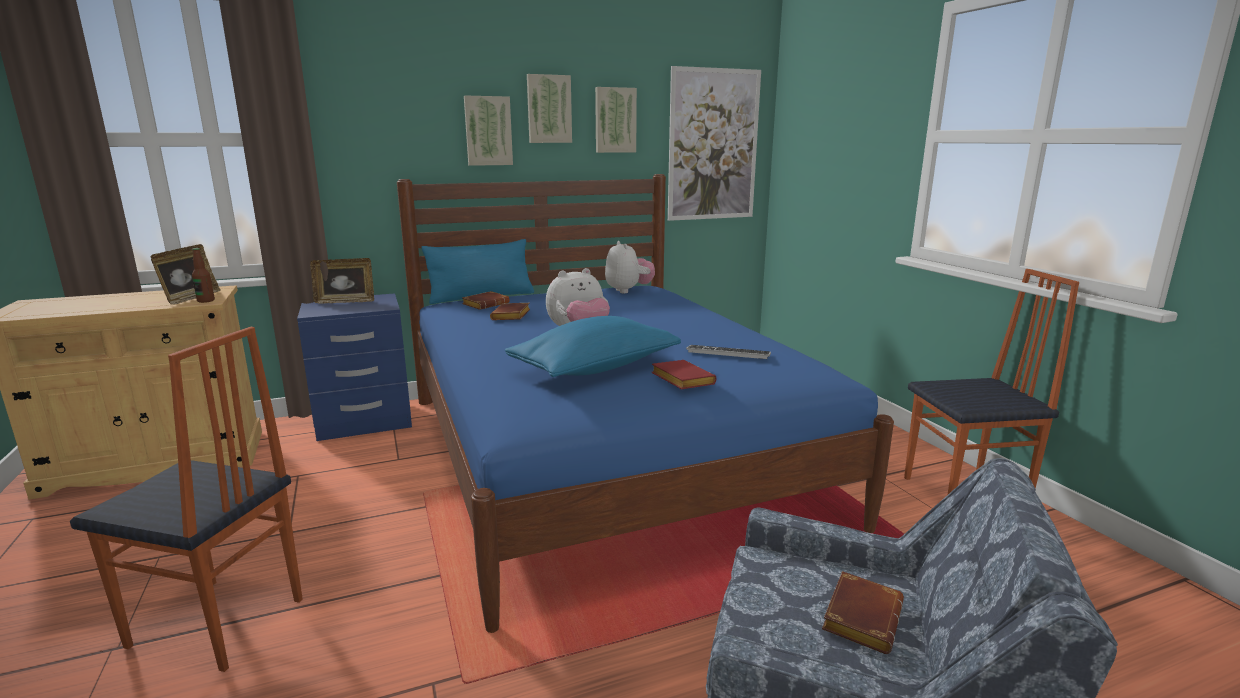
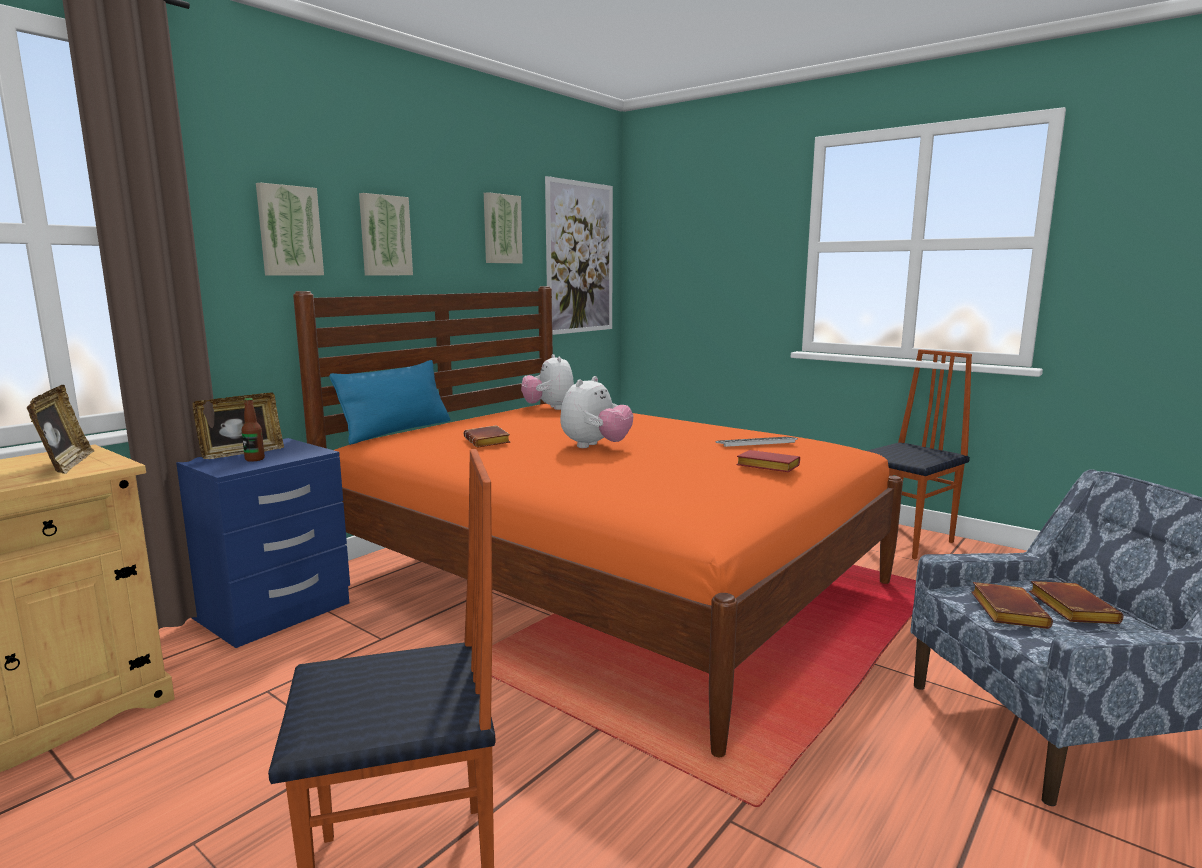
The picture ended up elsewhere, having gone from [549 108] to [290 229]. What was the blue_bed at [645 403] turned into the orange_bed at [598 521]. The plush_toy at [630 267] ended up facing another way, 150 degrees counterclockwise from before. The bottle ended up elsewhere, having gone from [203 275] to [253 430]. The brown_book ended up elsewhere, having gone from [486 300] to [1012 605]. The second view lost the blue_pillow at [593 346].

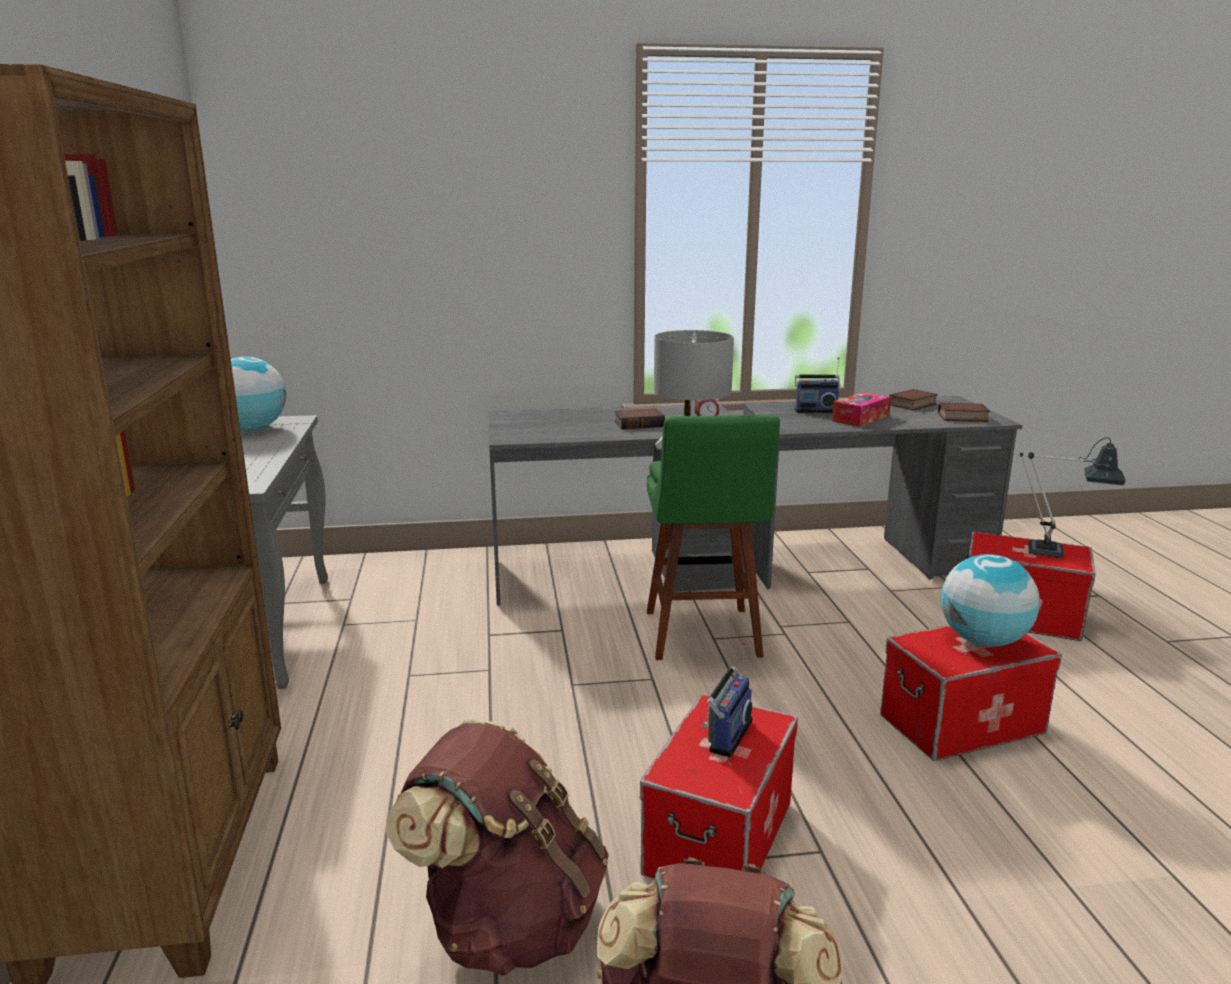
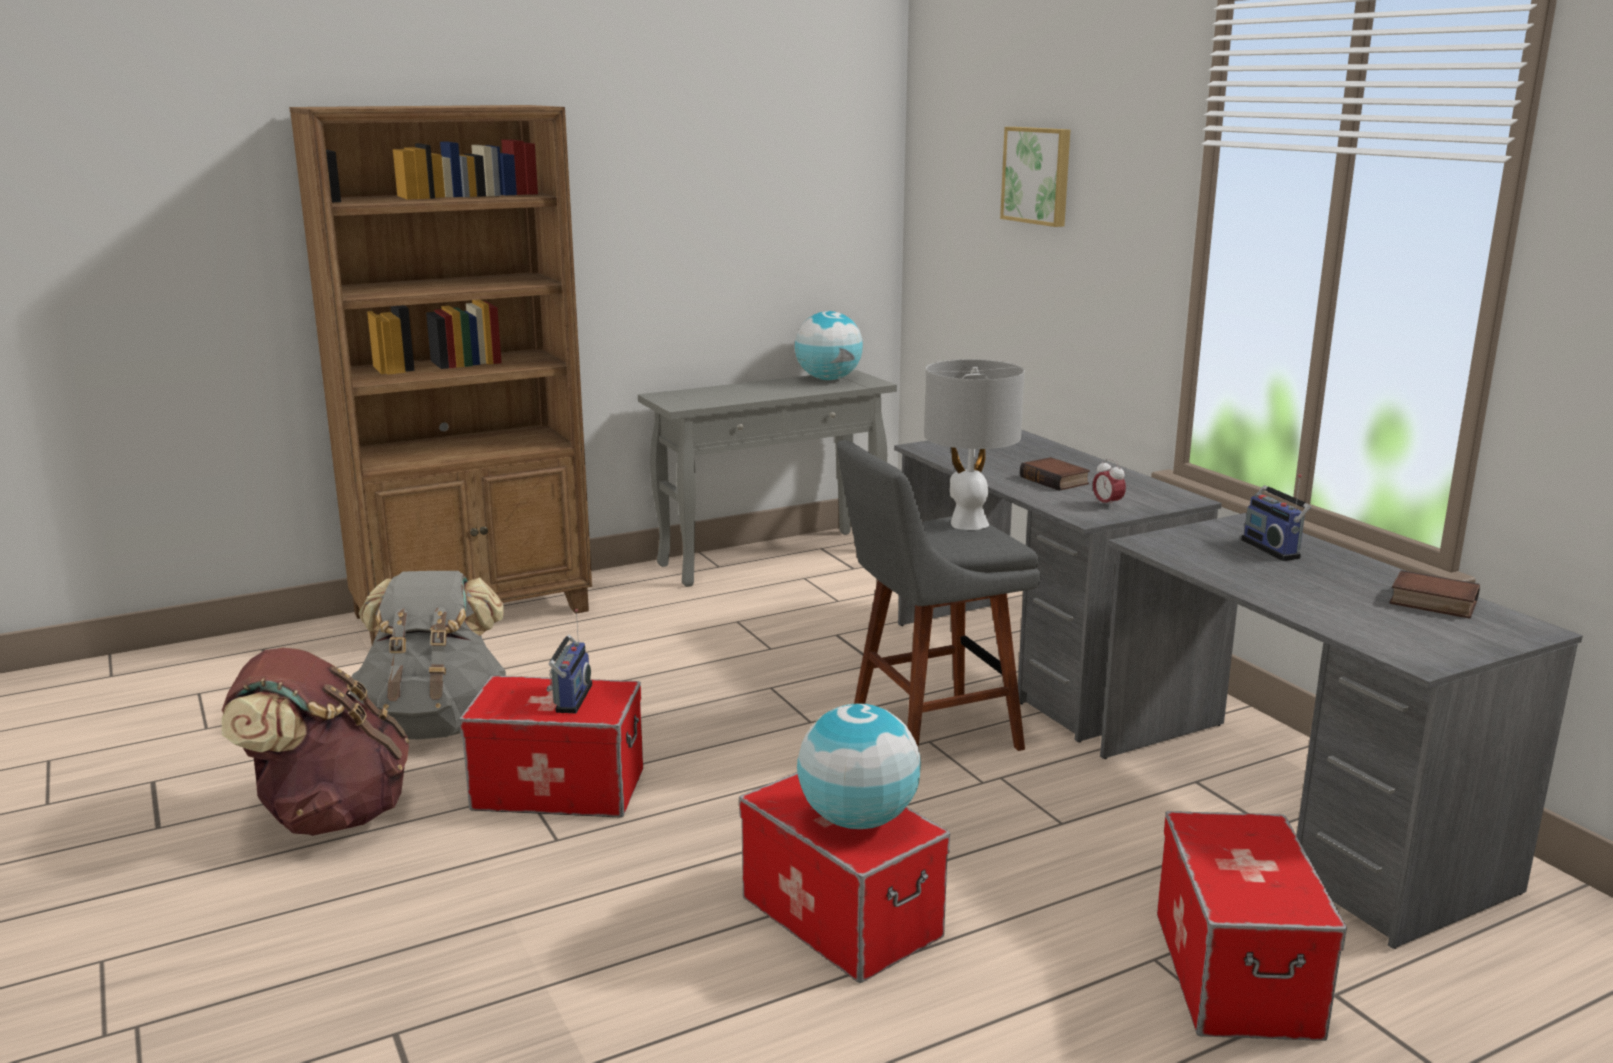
The second view lost the tissue_box at [861 409]. The second view lost the book at [964 412]. What was the green_stool at [713 537] turned into the grey_stool at [939 595]. The second view lost the table_lamp at [1073 497]. The radio at [727 700] ended up facing another way, 90 degrees counterclockwise from before. What was the brown_backpack at [497 848] turned into the grey_backpack at [428 655]. The second view gained the picture at [1035 177].

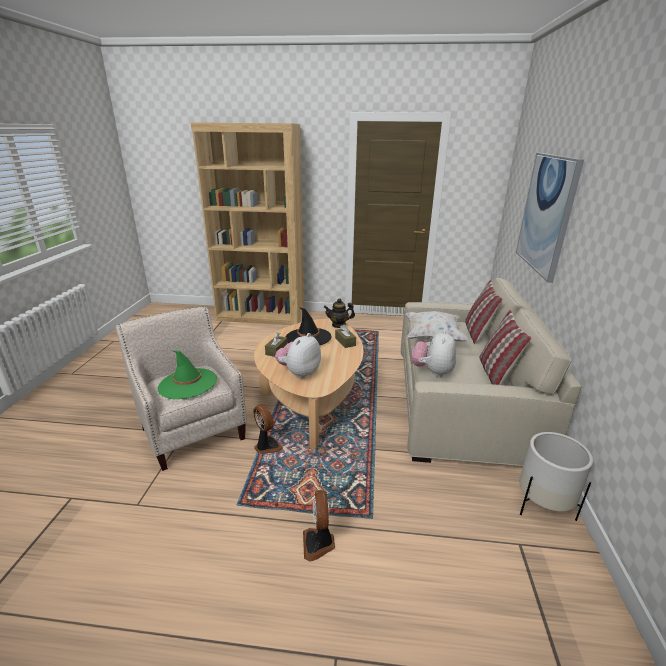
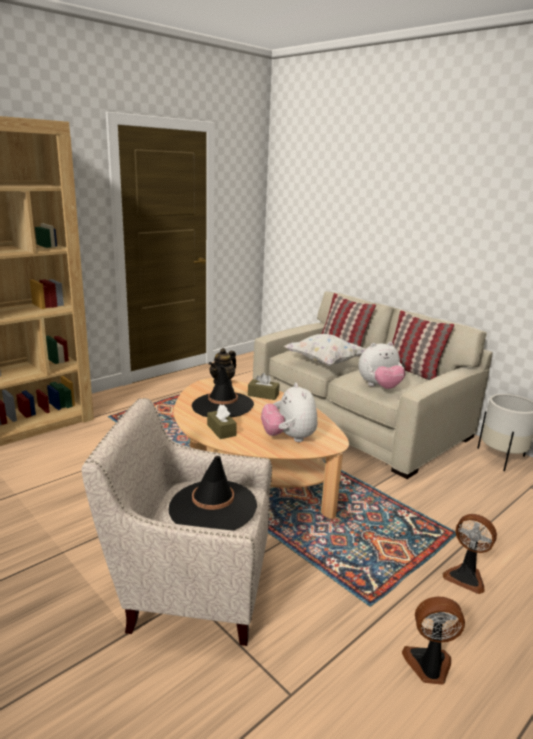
The second view lost the picture at [550 218]. The plush_toy at [434 353] ended up facing another way, 75 degrees counterclockwise from before. What was the green_hat at [187 374] turned into the black_hat at [212 493]. The fan ended up elsewhere, having gone from [268 429] to [433 641].

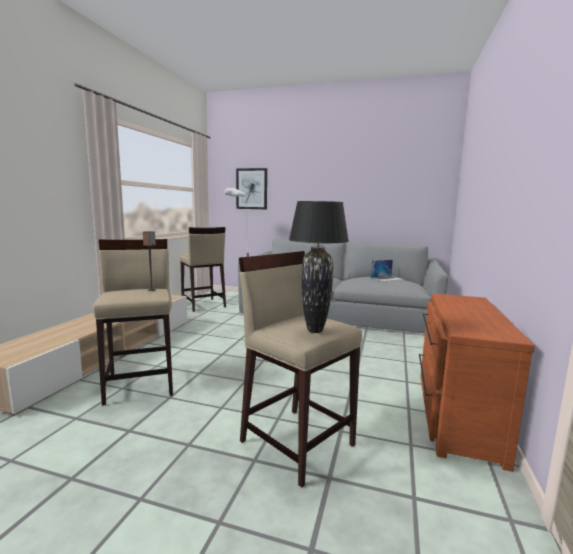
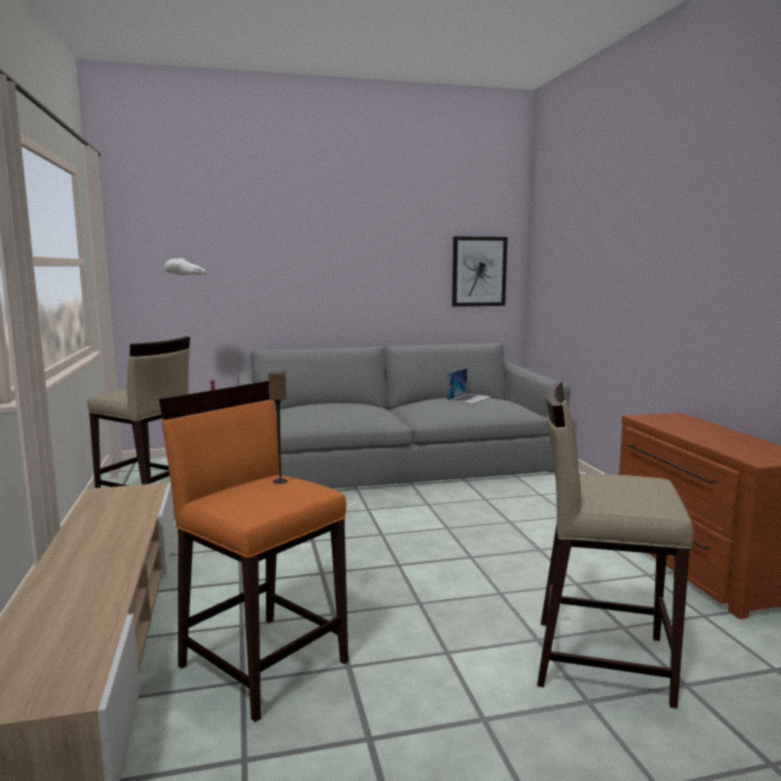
The picture ended up elsewhere, having gone from [251 188] to [480 271]. The second view lost the black_table_lamp at [319 267]. What was the beige_stool at [132 322] turned into the orange_stool at [253 551].

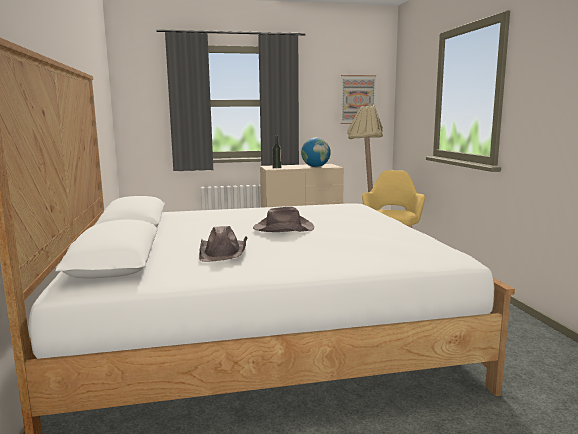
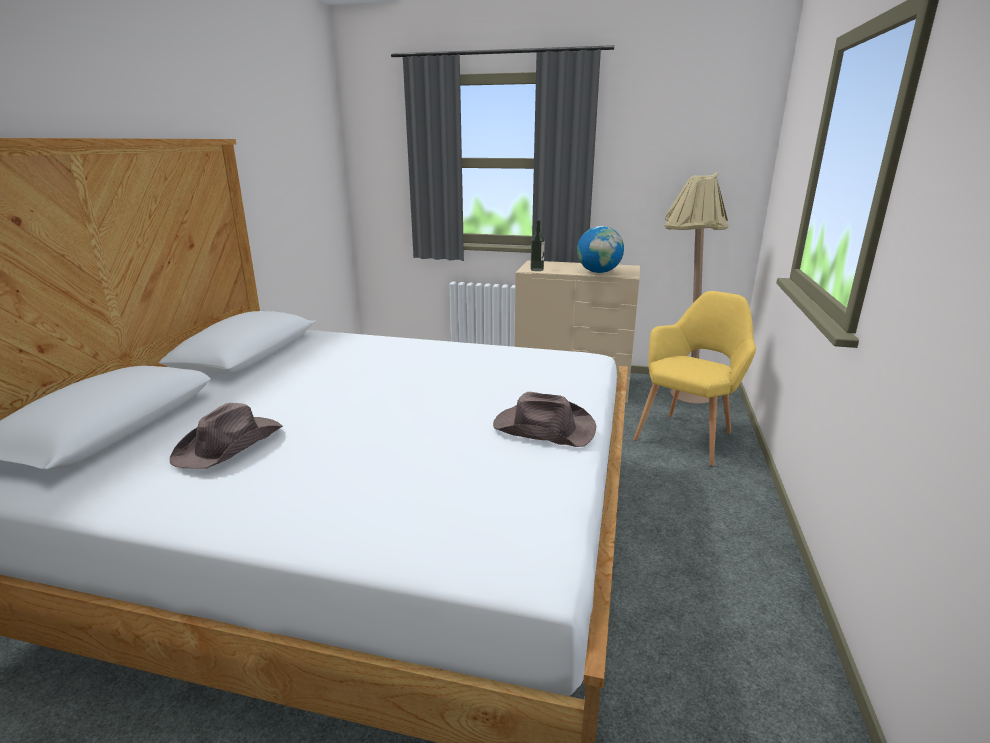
The second view lost the picture at [358 99]. The brown_hat ended up elsewhere, having gone from [283 219] to [544 419].

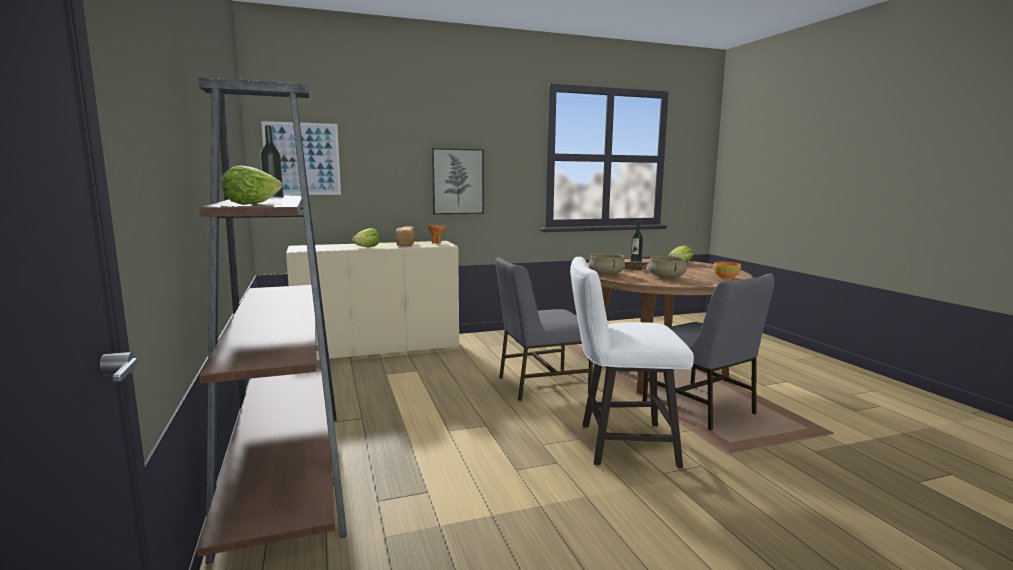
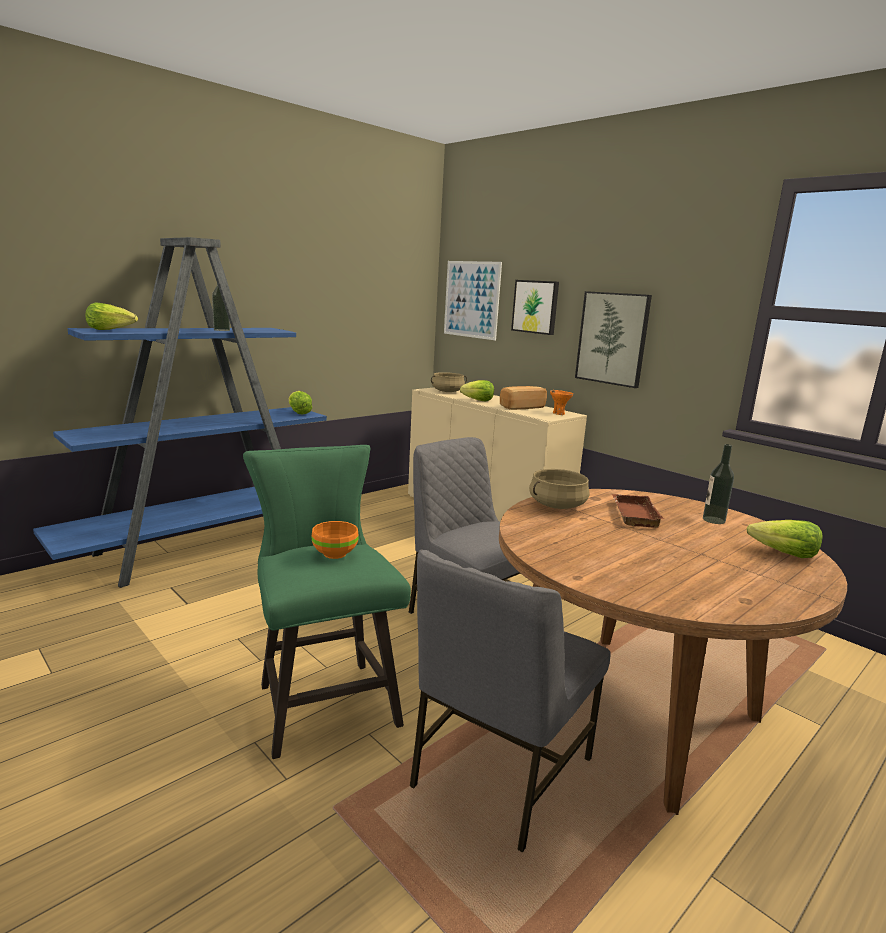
What was the brown_bookcase at [272 320] turned into the blue_bookcase at [180 412]. The beige_cooking_pot ended up elsewhere, having gone from [667 267] to [449 382]. What was the white_stool at [632 362] turned into the green_stool at [327 602]. The orange_bowl ended up elsewhere, having gone from [727 270] to [335 540]. The second view gained the picture at [535 307]. The second view gained the lettuce at [300 403].

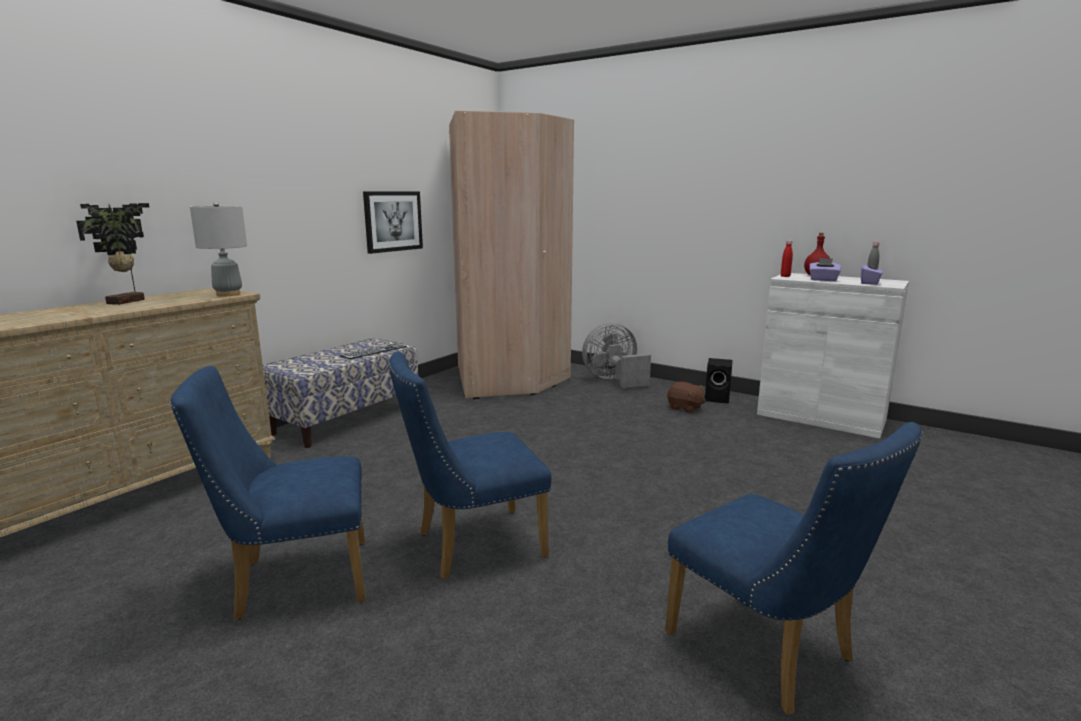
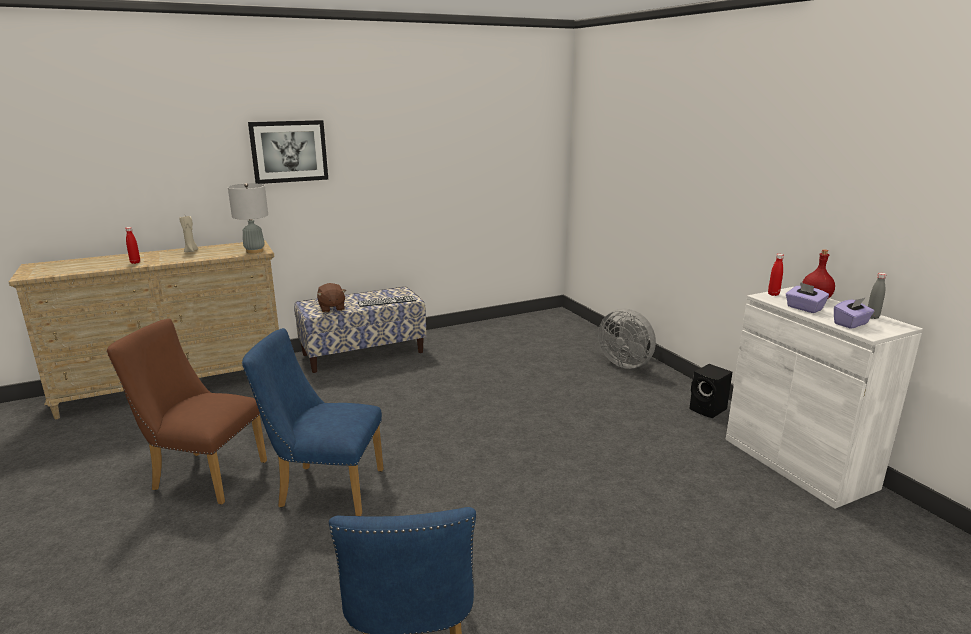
The second view lost the beige_wardrobe at [511 255]. The picture ended up elsewhere, having gone from [393 222] to [288 152]. Where the potted_plant stood at [112 254], the beige_candle came to stand at [188 234]. The grey_fan at [616 355] ended up facing another way, 150 degrees counterclockwise from before. What was the blue_chair at [267 493] turned into the brown_chair at [186 412]. The brown_plush_toy ended up elsewhere, having gone from [686 397] to [331 298]. The second view gained the red_bottle at [132 245].

